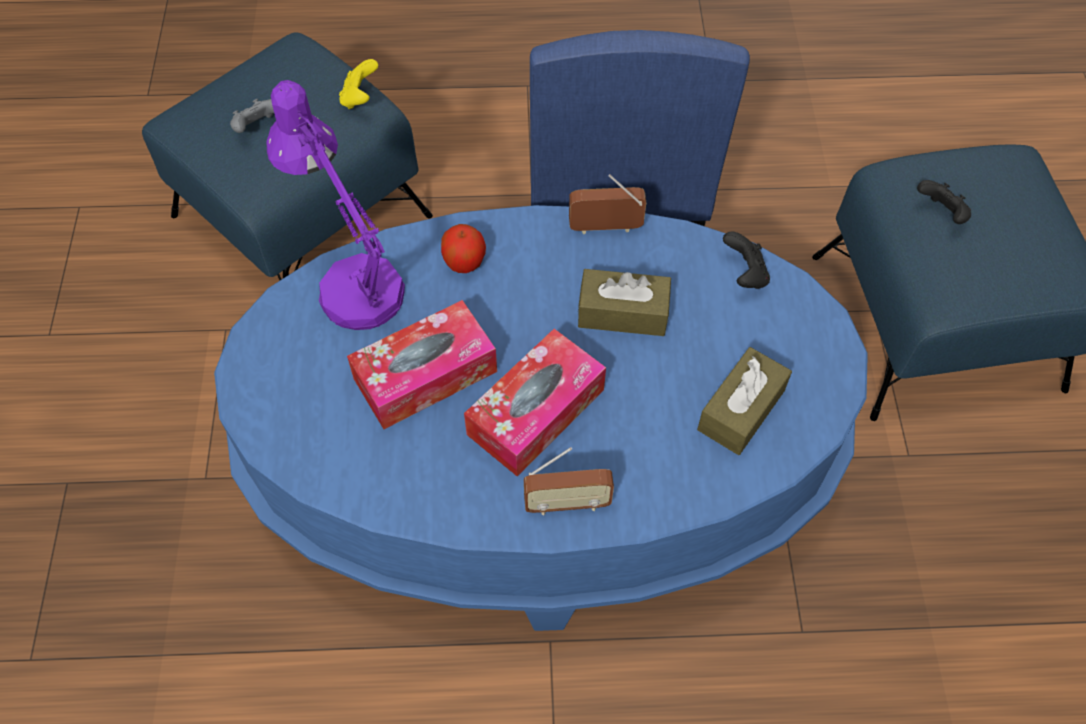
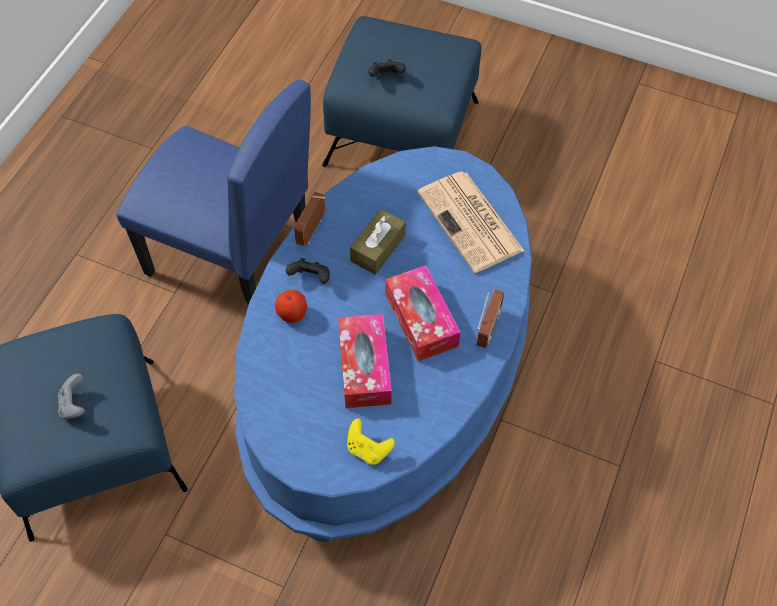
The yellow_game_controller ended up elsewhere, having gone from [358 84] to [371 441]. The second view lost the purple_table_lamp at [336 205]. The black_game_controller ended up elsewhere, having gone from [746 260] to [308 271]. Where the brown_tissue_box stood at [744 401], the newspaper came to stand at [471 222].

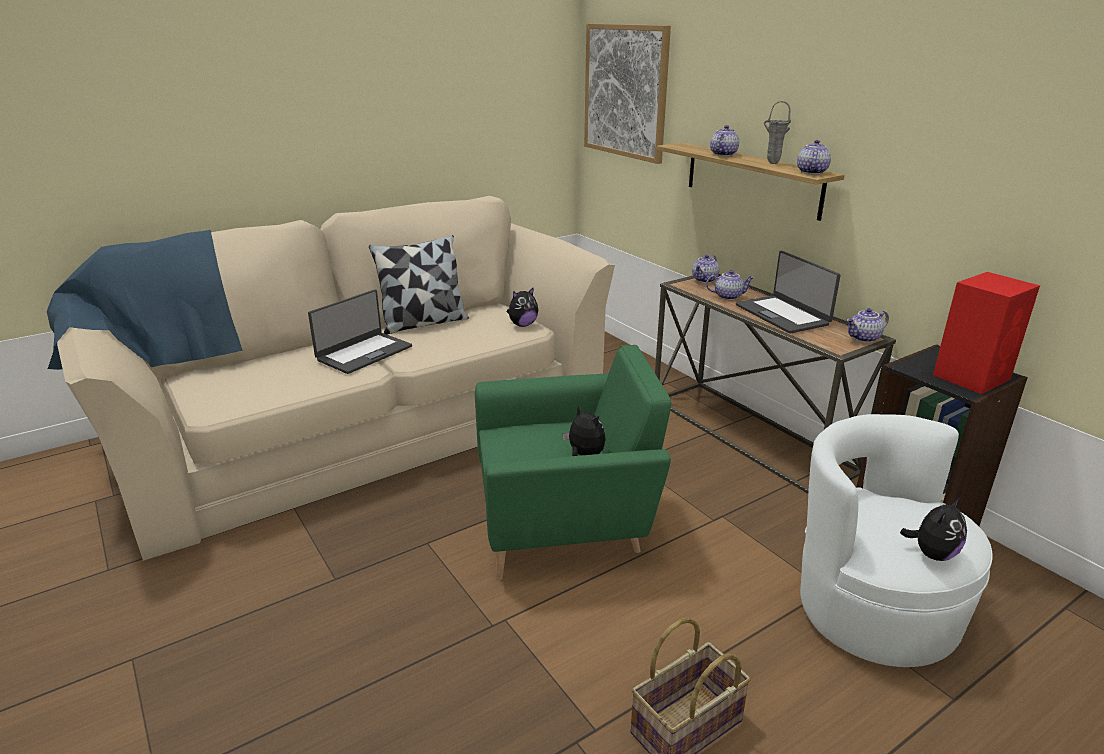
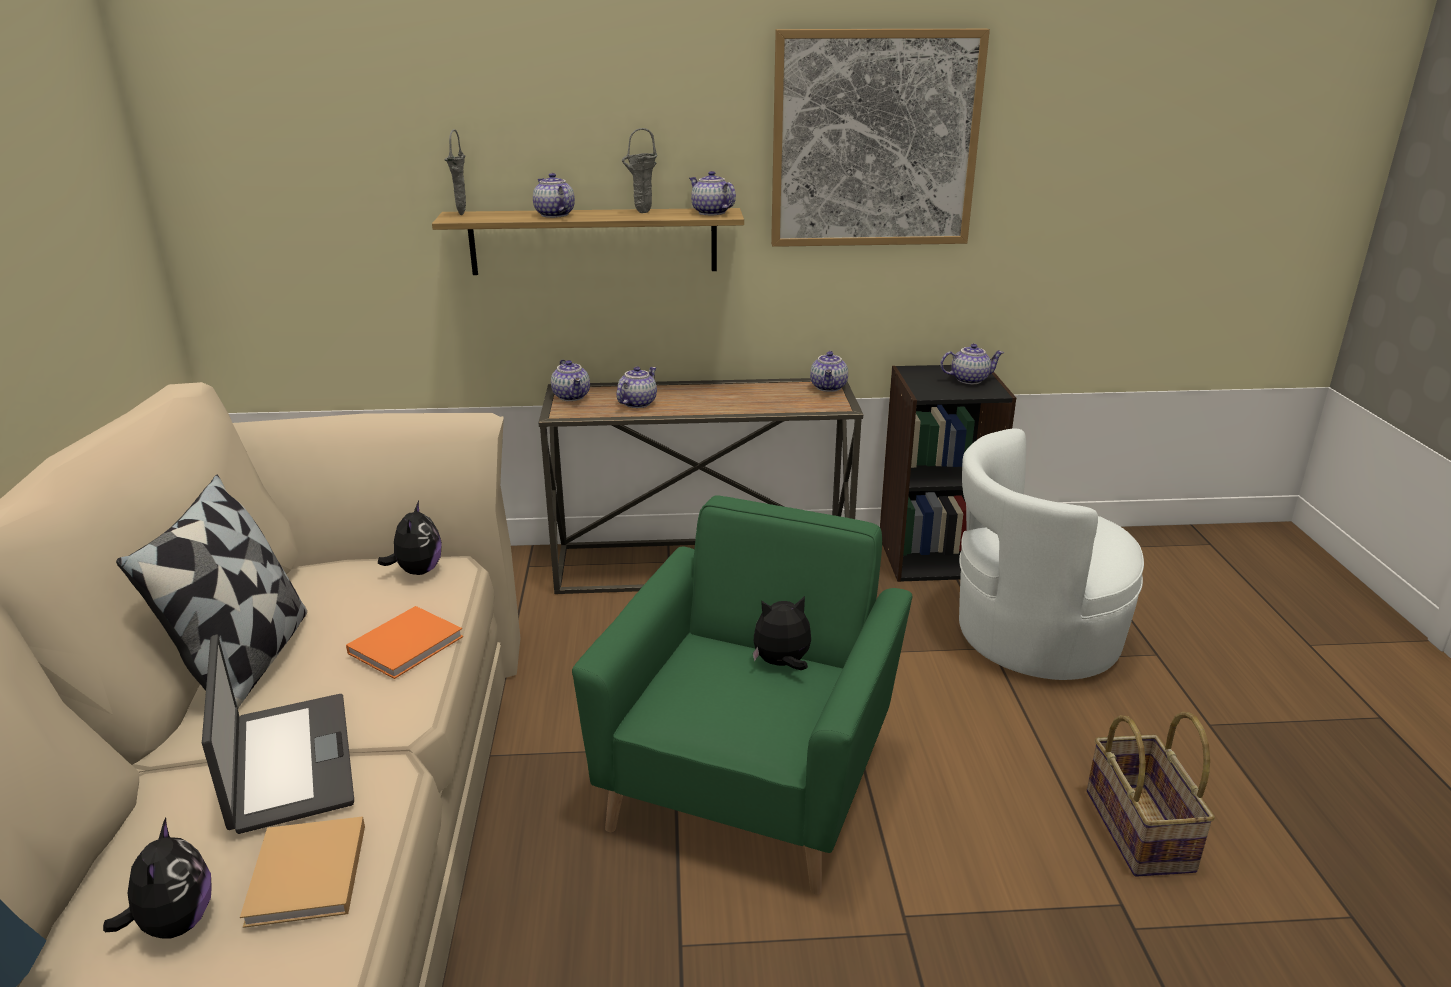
The picture ended up elsewhere, having gone from [627 94] to [880 138]. The second view lost the laptop at [788 292]. Where the red_speaker stood at [986 333], the teapot came to stand at [972 364]. The plush_toy ended up elsewhere, having gone from [933 529] to [157 878]. The second view gained the grey_vase at [455 172]. The second view gained the orange_book at [404 642]. The second view gained the beige_book at [302 872].

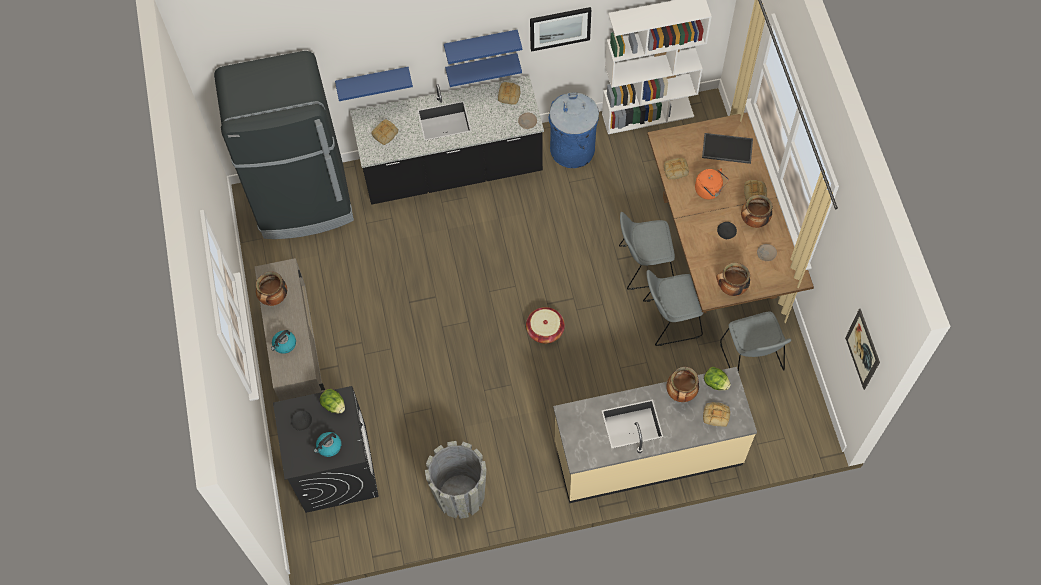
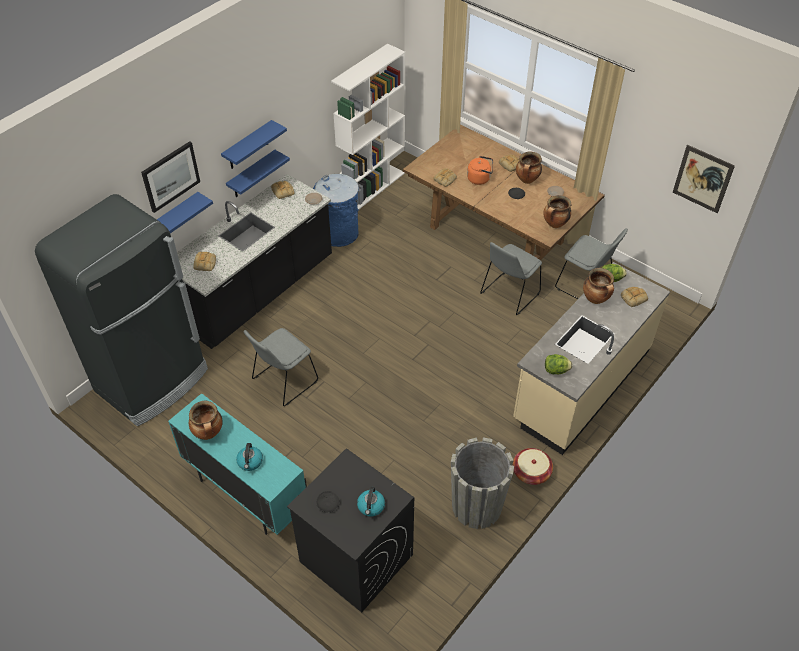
The picture ended up elsewhere, having gone from [560 29] to [170 177]. The second view lost the tray at [727 148]. The grey_chair ended up elsewhere, having gone from [647 251] to [281 367]. What was the beige_cabinet at [290 329] turned into the turquoise_cabinet at [237 464]. The basket ended up elsewhere, having gone from [545 325] to [533 466]. The lettuce ended up elsewhere, having gone from [332 401] to [559 364].

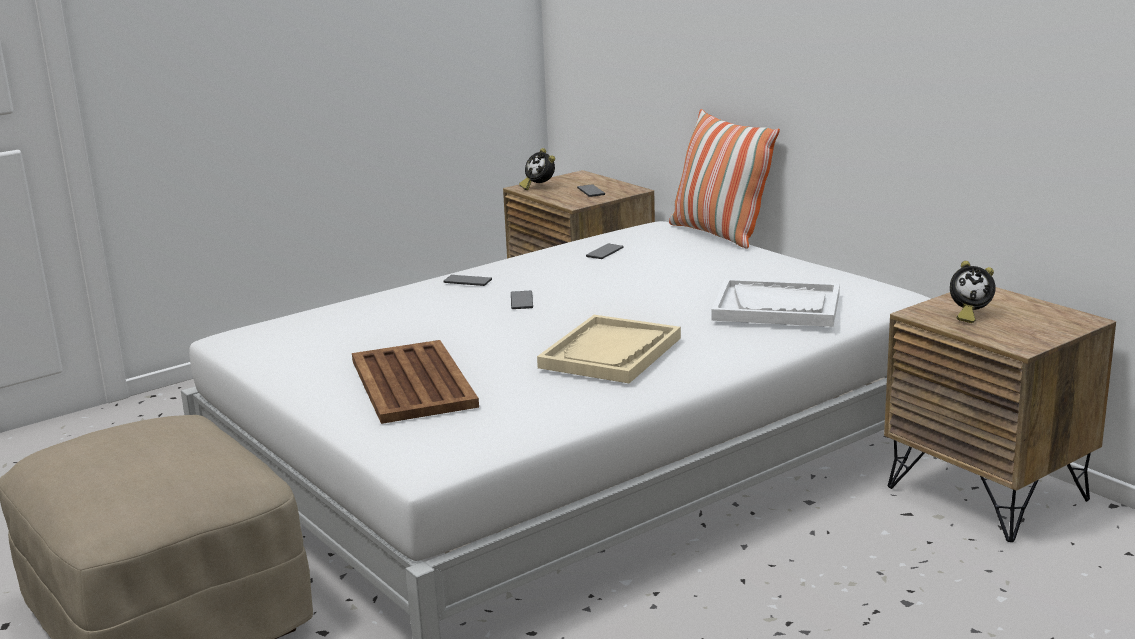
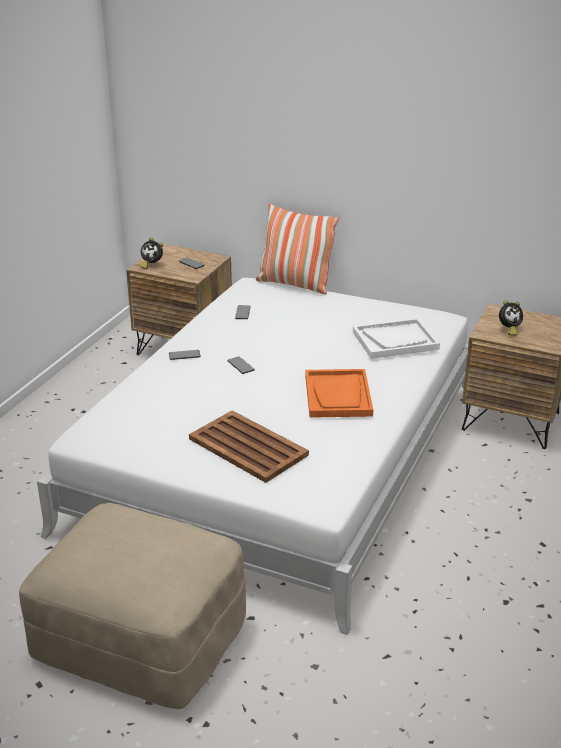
What was the beige_tray at [609 349] turned into the orange_tray at [339 393].

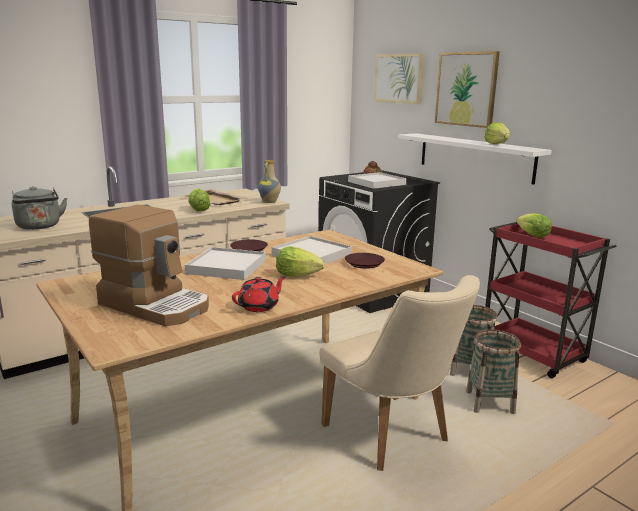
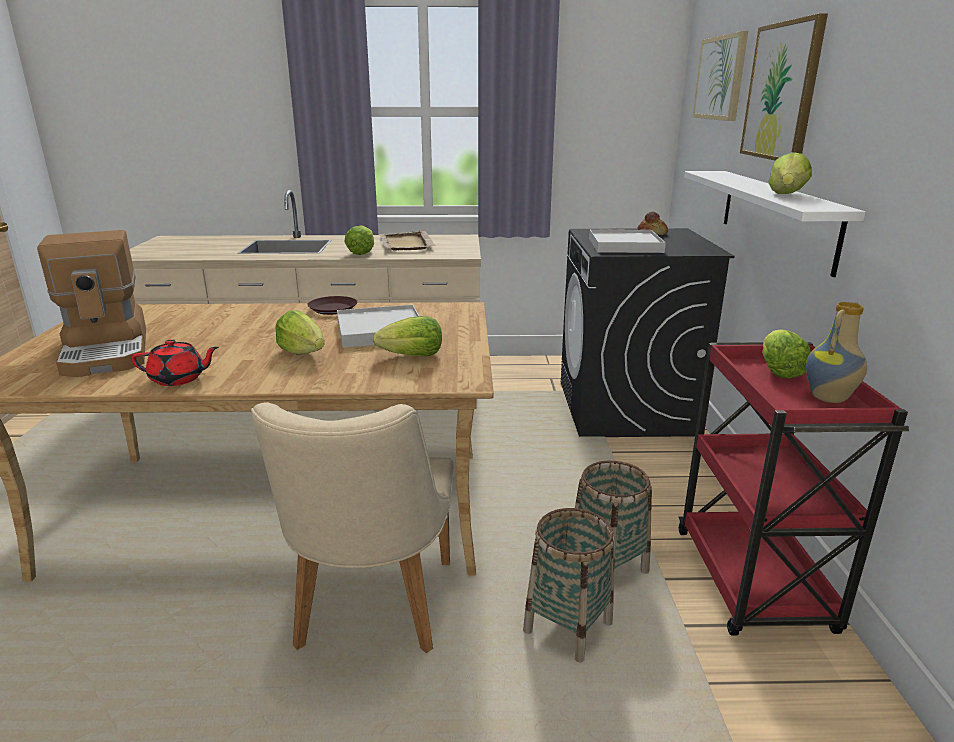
The vase ended up elsewhere, having gone from [269 181] to [836 352]. The second view lost the grey_kettle at [39 208]. The second view lost the white_tray at [225 263]. Where the brown_plate stood at [365 261], the lettuce came to stand at [407 336].

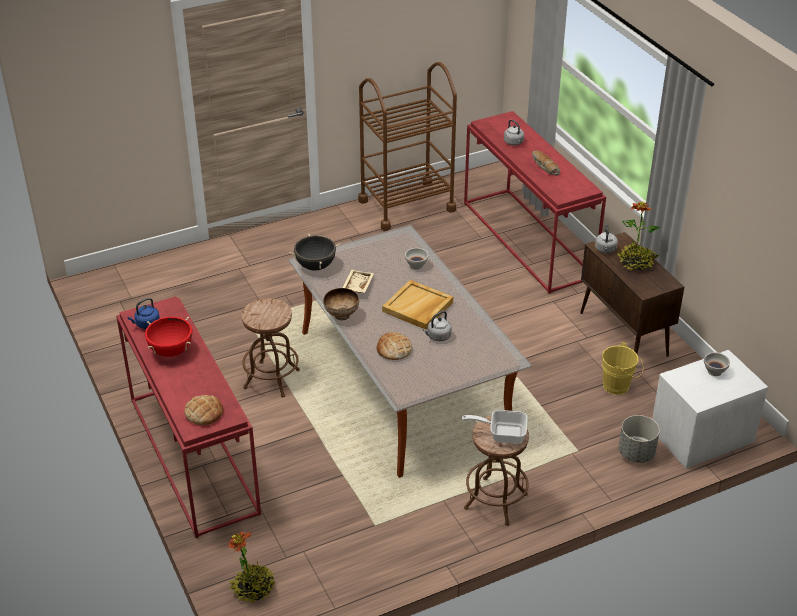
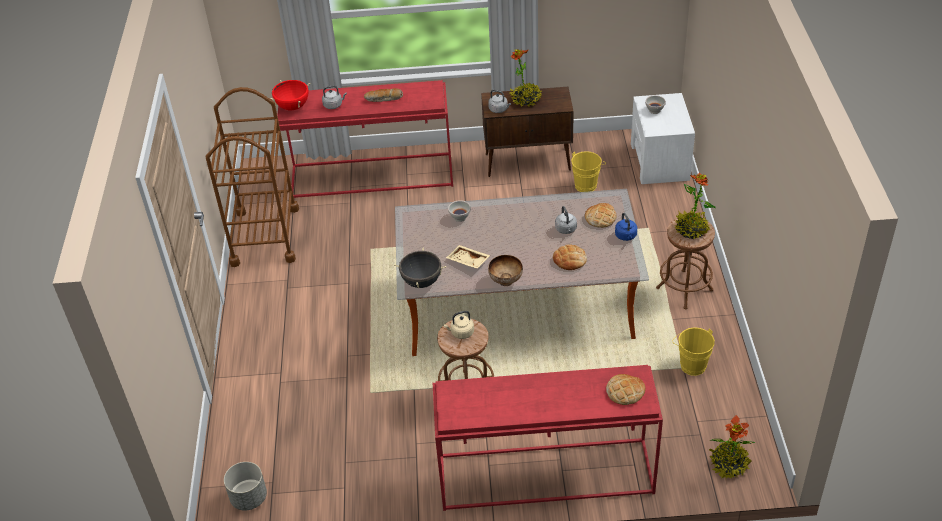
The second view lost the beige_tray at [417 305]. The blue_kettle ended up elsewhere, having gone from [144 313] to [626 226]. The red_cooking_pot ended up elsewhere, having gone from [169 337] to [290 95]. Where the frying_pan stood at [495 427], the potted_plant came to stand at [695 206]. The grey_planter ended up elsewhere, having gone from [639 439] to [245 486]. The second view gained the bread at [600 215]. The second view gained the beige_kettle at [458 325]. The second view gained the yellow_bucket at [693 351].

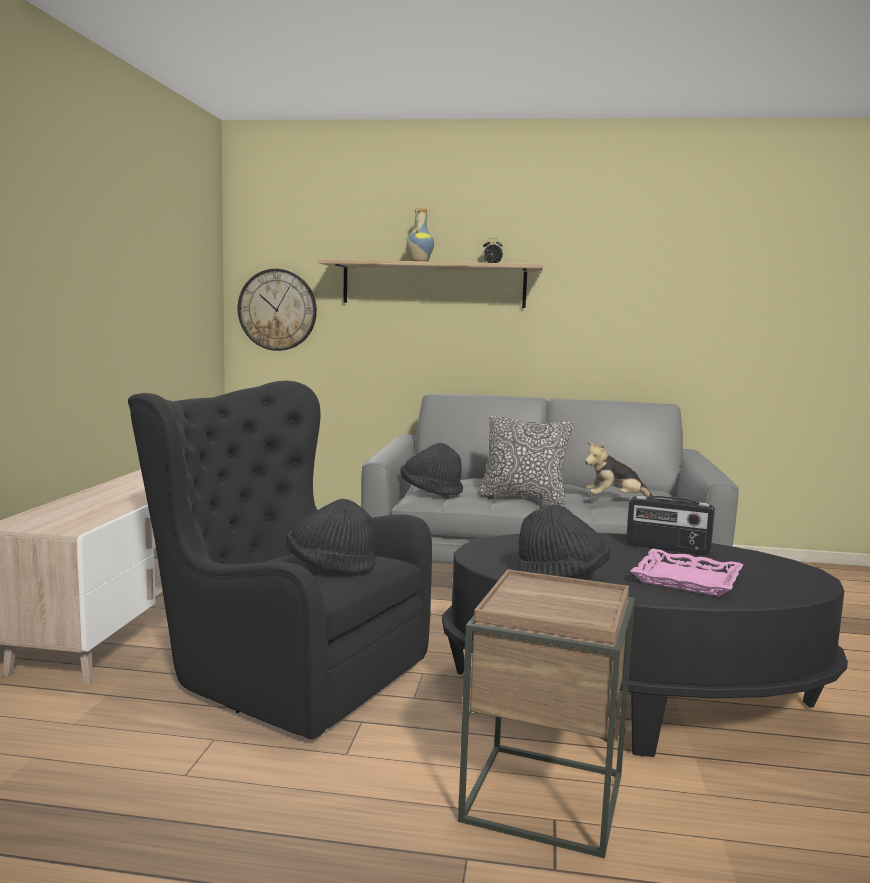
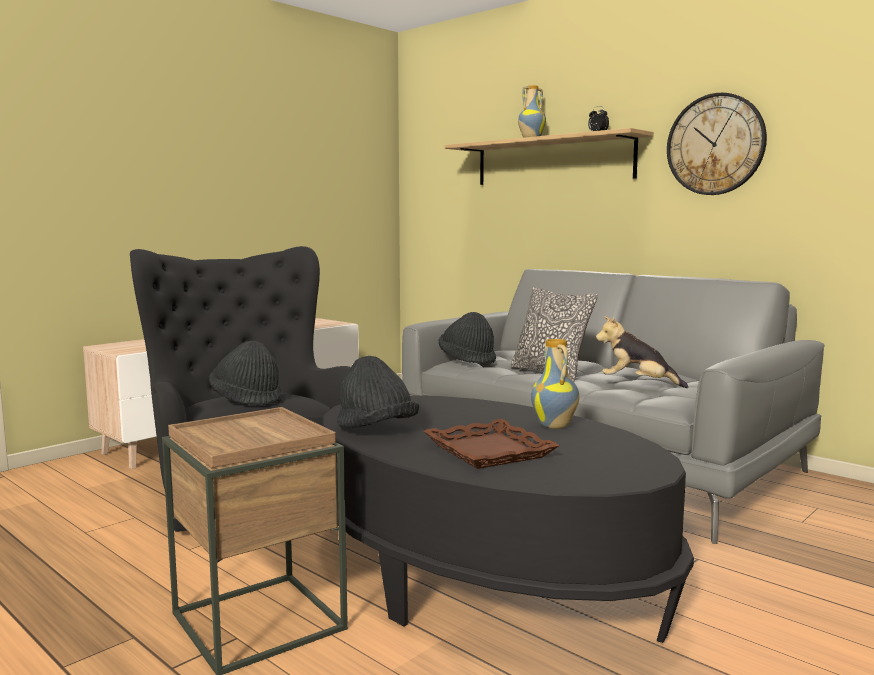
The wall_clock ended up elsewhere, having gone from [277 310] to [717 144]. Where the radio stood at [670 525], the vase came to stand at [555 384]. What was the pink_tray at [686 573] turned into the brown_tray at [492 444].

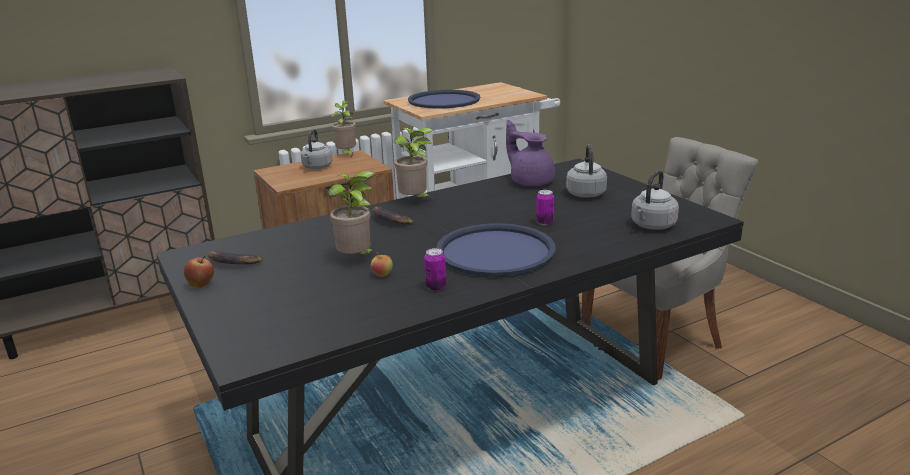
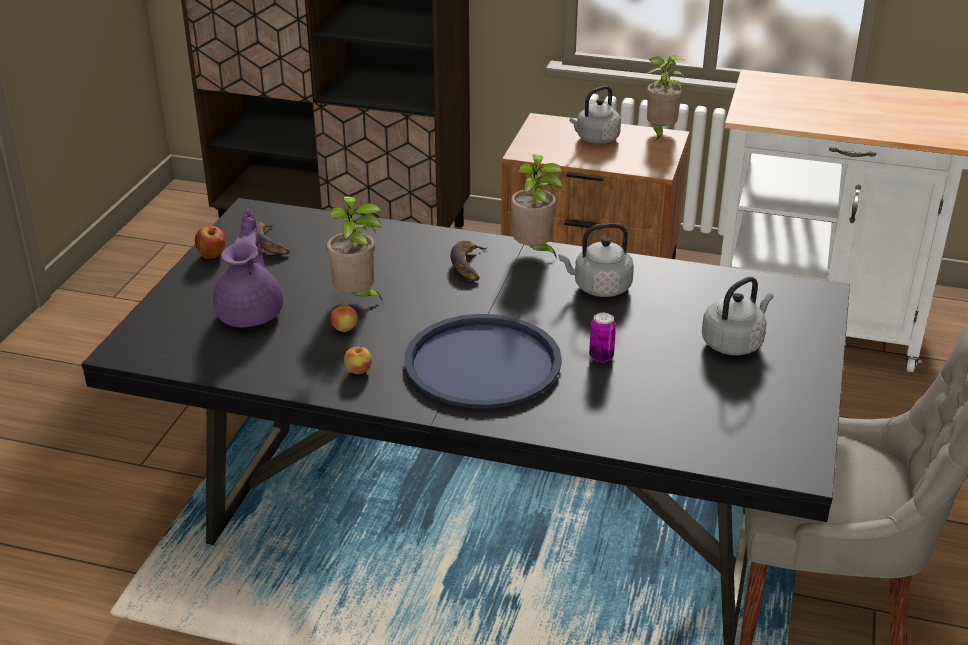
The second view lost the blue_tray at [444 99]. The purple_teapot ended up elsewhere, having gone from [530 153] to [248 268]. The grey_kettle ended up elsewhere, having gone from [655 200] to [596 260]. Where the can stood at [435 269], the apple came to stand at [358 360].

